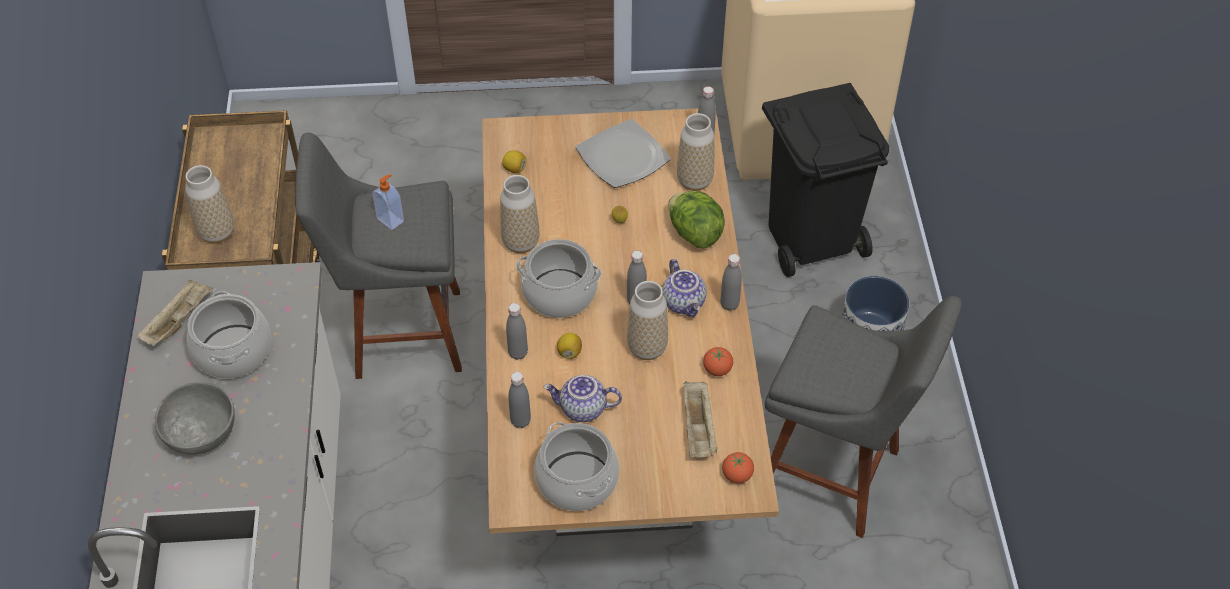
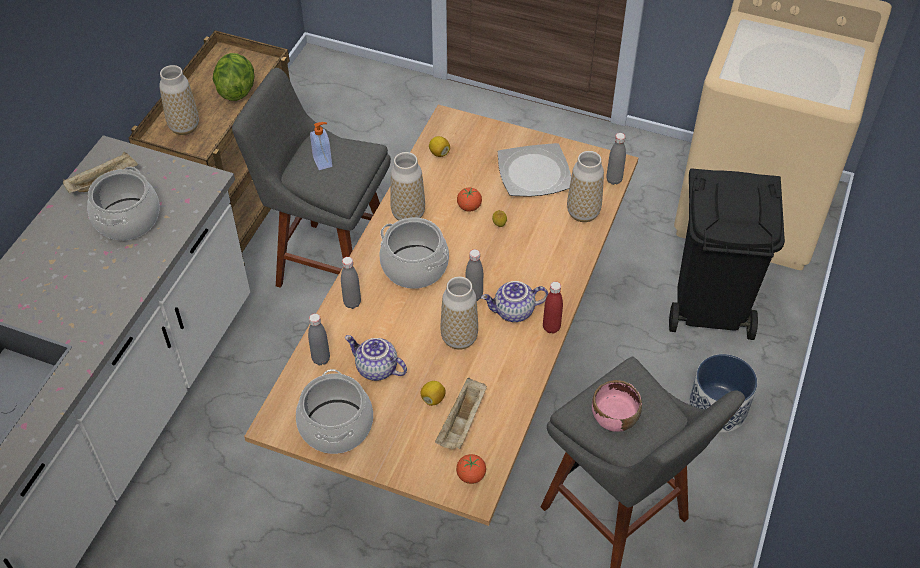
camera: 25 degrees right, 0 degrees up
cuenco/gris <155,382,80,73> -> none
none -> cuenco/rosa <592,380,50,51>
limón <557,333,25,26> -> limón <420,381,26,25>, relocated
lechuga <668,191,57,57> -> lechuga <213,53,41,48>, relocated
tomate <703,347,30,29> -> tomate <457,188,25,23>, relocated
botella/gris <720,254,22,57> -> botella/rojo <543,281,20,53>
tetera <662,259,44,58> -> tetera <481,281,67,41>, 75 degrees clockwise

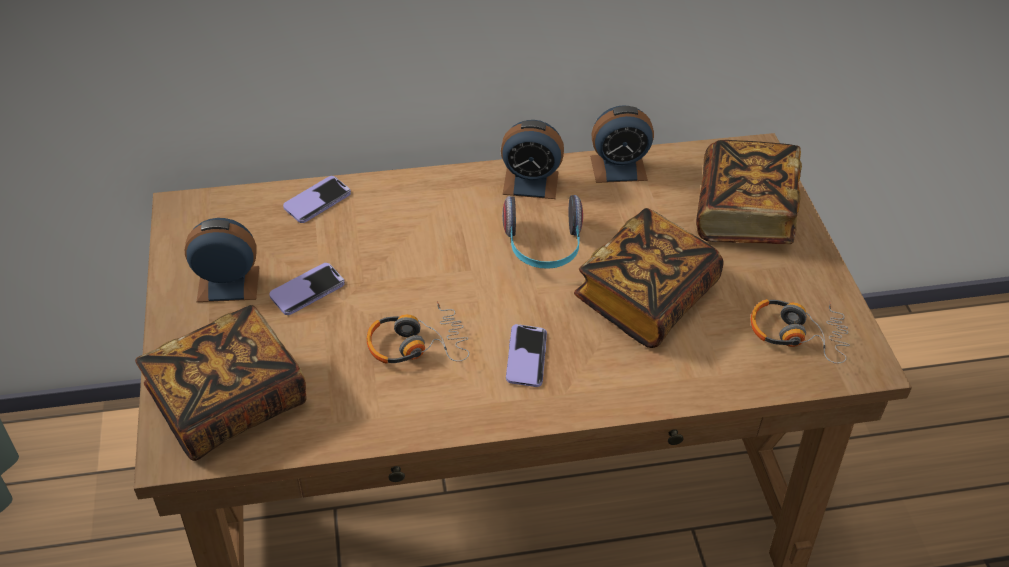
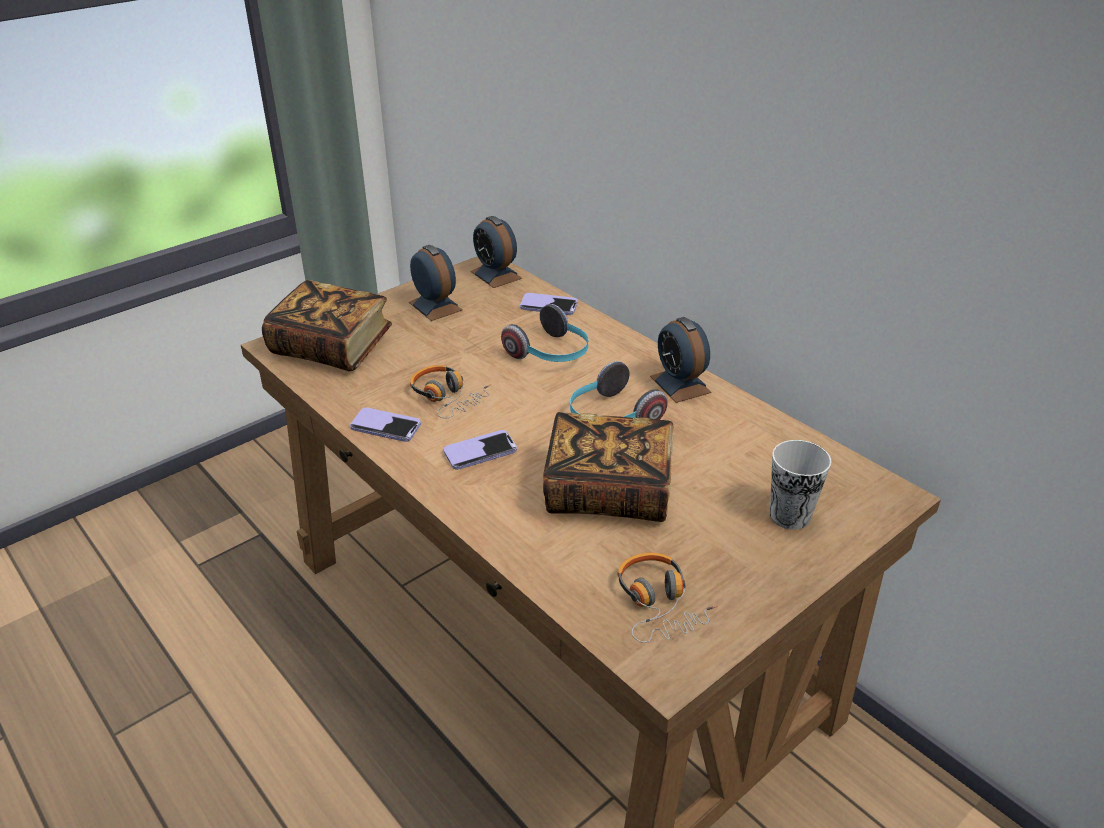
camera: 60 degrees right, 10 degrees down
none -> auriculares <501,304,88,58>
móvil <269,263,76,52> -> móvil <350,408,71,34>, relocated
despertador <590,105,64,78> -> despertador <470,216,52,72>, relocated
libro <696,140,106,104> -> taza <770,440,61,90>

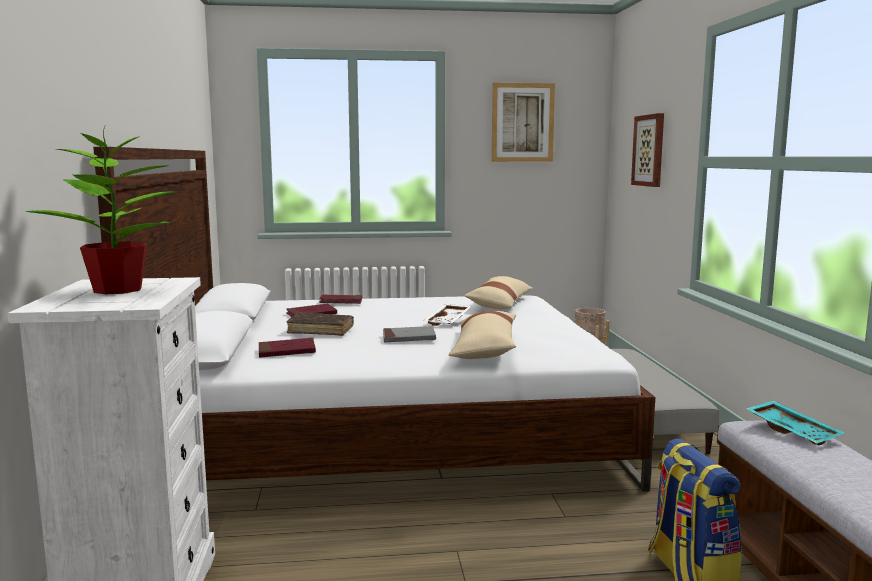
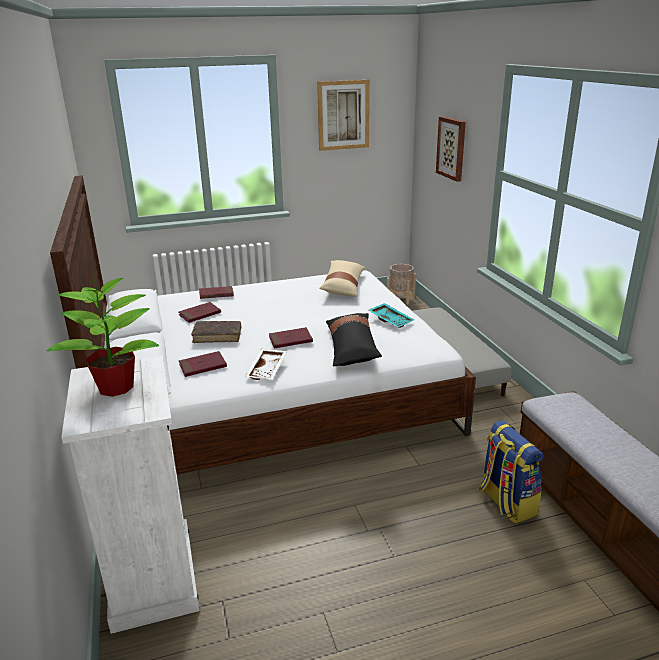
camera: 10 degrees left, 15 degrees up
bandeja/blanco <424,304,48,22> -> bandeja/blanco <245,349,42,31>, relocated
bandeja/turquesa <746,400,99,46> -> bandeja/turquesa <369,303,46,25>, relocated
libro/gris <383,326,53,16> -> libro/rojo <269,327,44,22>
cojín/beis <449,311,67,48> -> cojín/negro <326,313,56,53>

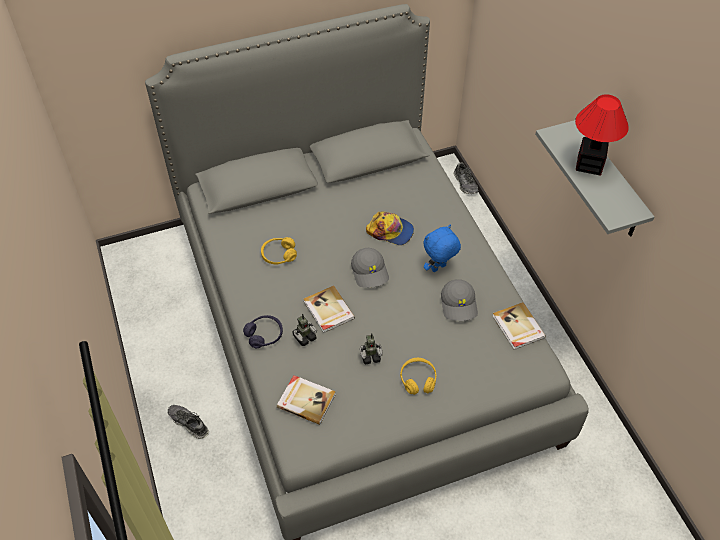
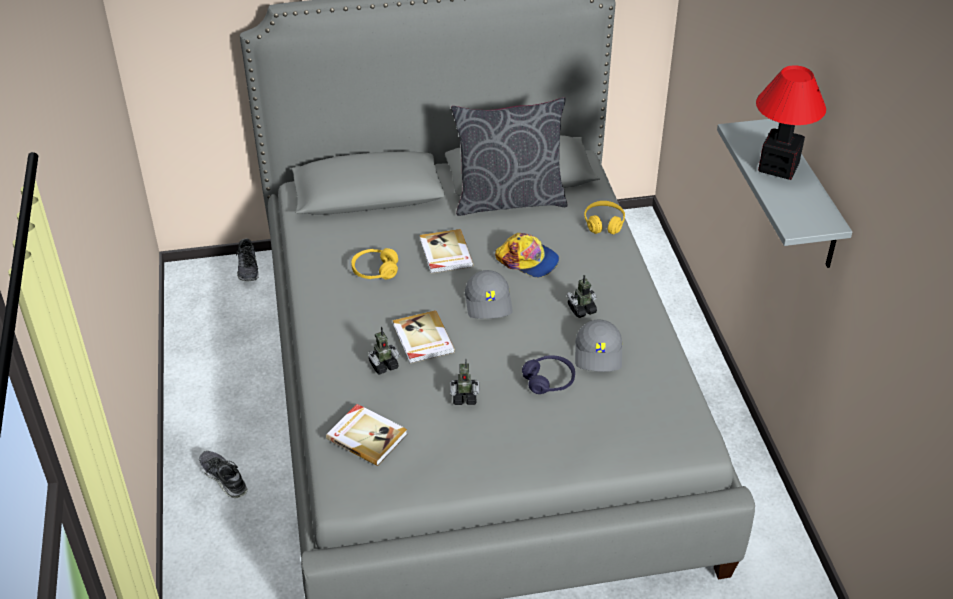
camera: 10 degrees right, 10 degrees down
none -> cojín/gris <451,97,117,119>
auriculares/morado <243,315,40,33> -> auriculares/morado <522,355,53,39>, relocated
auriculares/amarillo <400,358,36,37> -> auriculares/amarillo <584,201,41,33>, relocated
zapato <453,162,25,32> -> zapato <236,238,23,43>, relocated
libro <492,302,54,48> -> libro <420,229,54,45>, relocated
peluche/azul <423,225,38,47> -> robot de juguete <567,275,30,43>

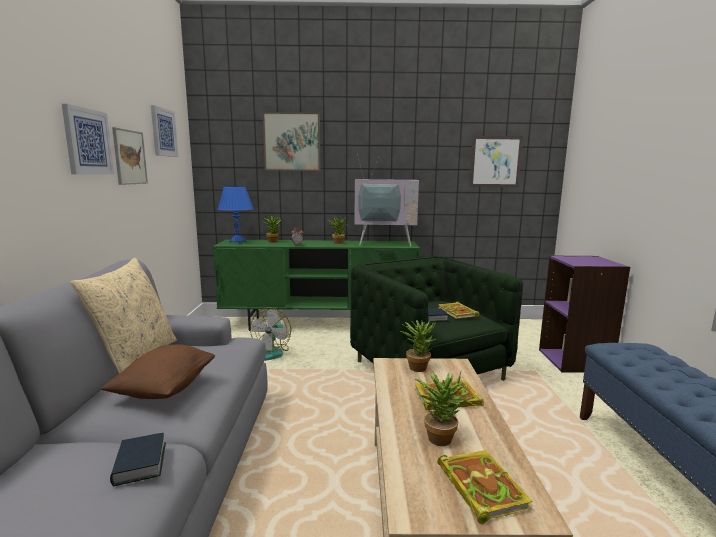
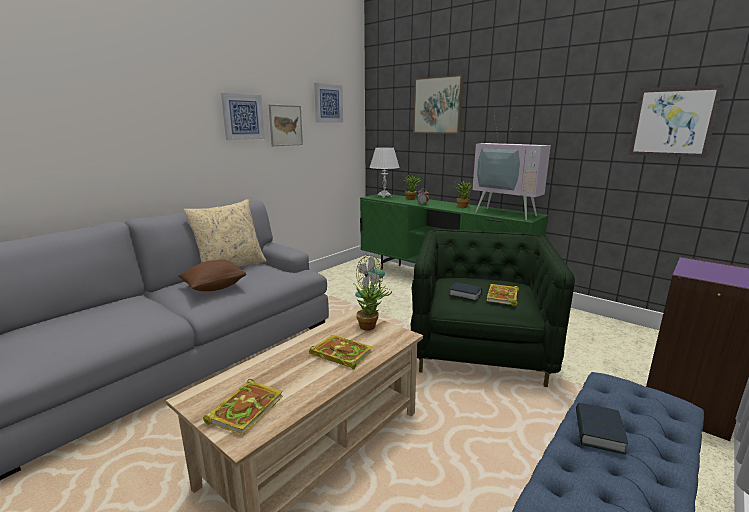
camera: 40 degrees right, 5 degrees up
planta en maceta <415,371,53,75> -> none
libro <110,433,56,53> -> libro <576,402,52,52>, relocated
lámpara de mesa/azul <218,186,36,57> -> lámpara de mesa/blanco <369,147,31,51>

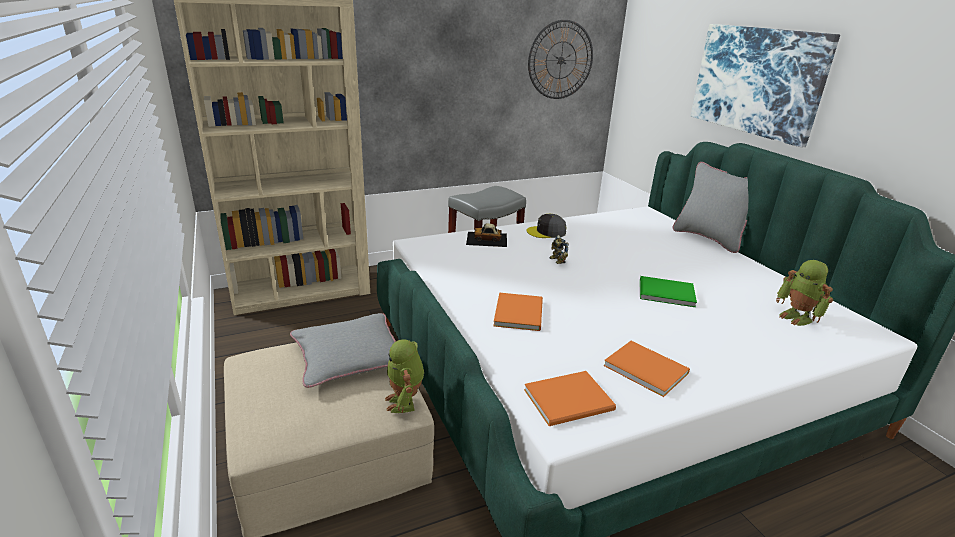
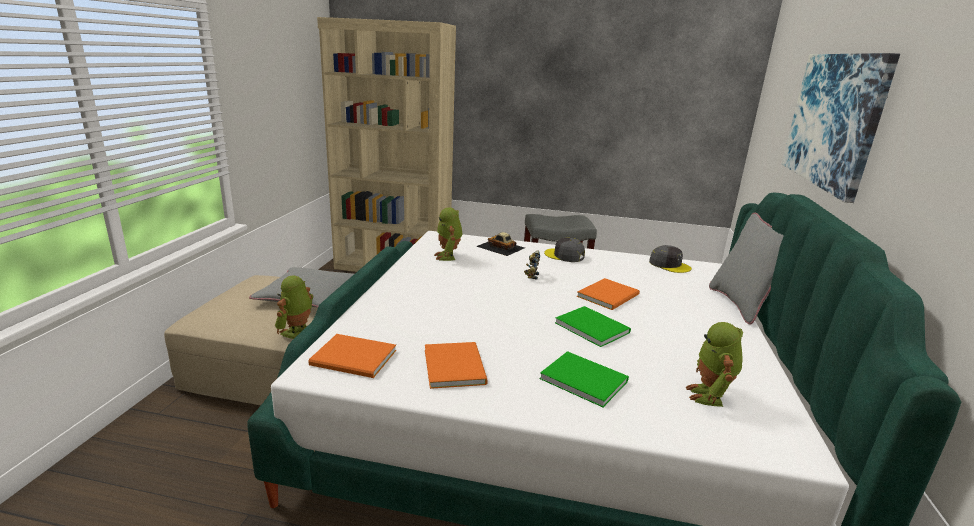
camera: 35 degrees right, 5 degrees down
reloj de pared <528,20,65,79> -> none
none -> robot de juguete <434,207,29,54>
none -> libro/verde <540,351,89,56>
none -> gorra/gris <649,245,43,28>
libro/naranja <493,293,50,38> -> libro/naranja <577,278,63,32>, relocated

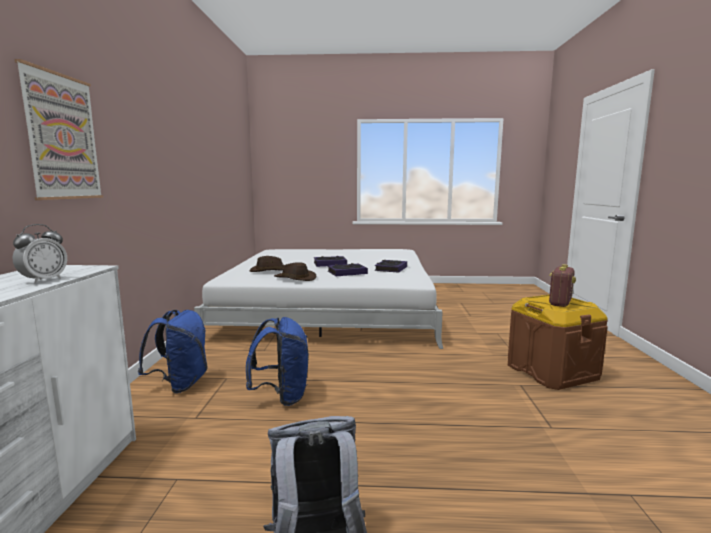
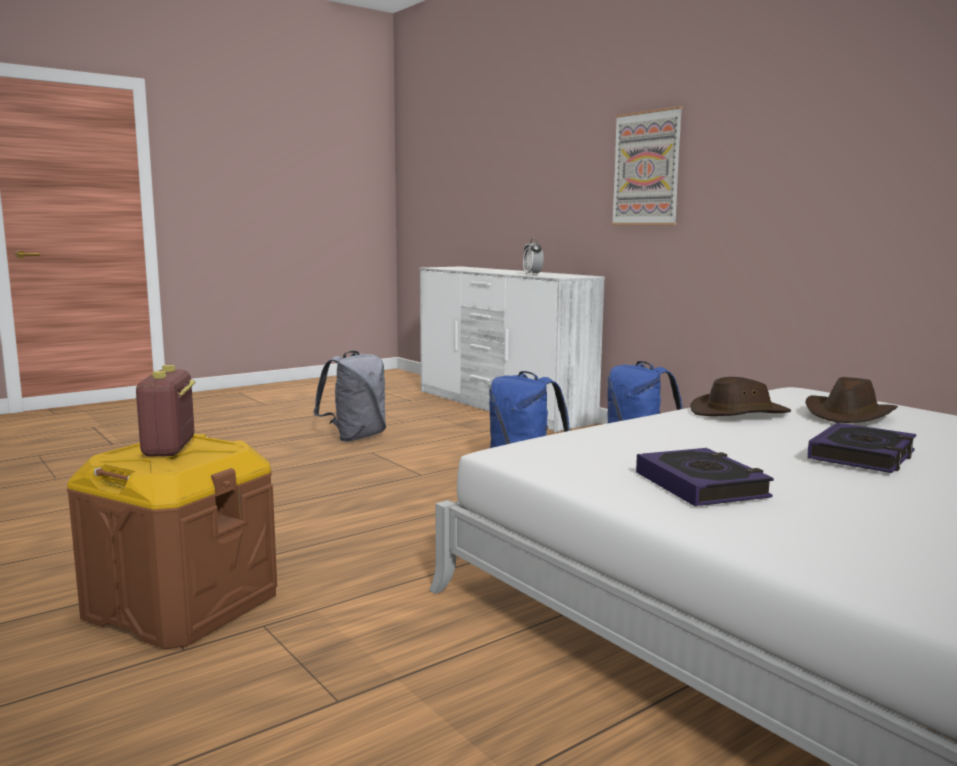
camera: 140 degrees right, 0 degrees up
libro <328,263,40,13> -> none

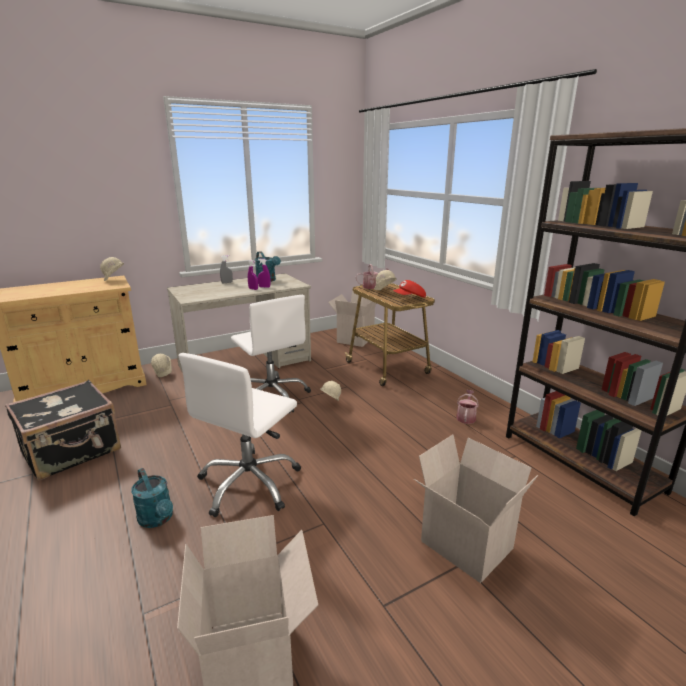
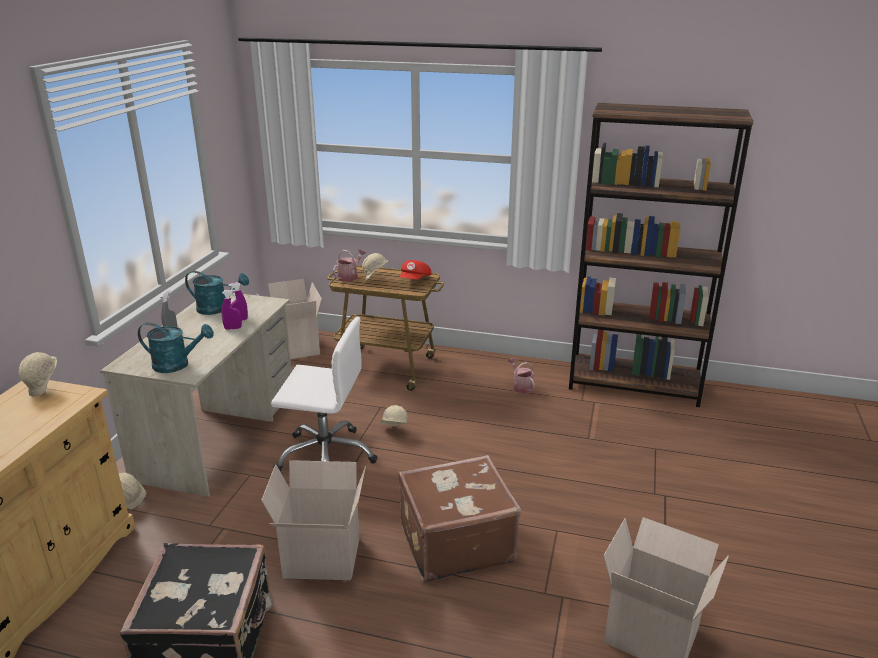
camera: 45 degrees left, 5 degrees up
regadera/turquesa <131,468,42,60> -> regadera/turquesa <138,322,76,51>, relocated
caja de cartón <414,435,124,148> -> caja de cartón <261,460,105,120>, relocated
silla de oficina/blanco <179,353,122,164> -> maleta/marrón <398,455,123,128>

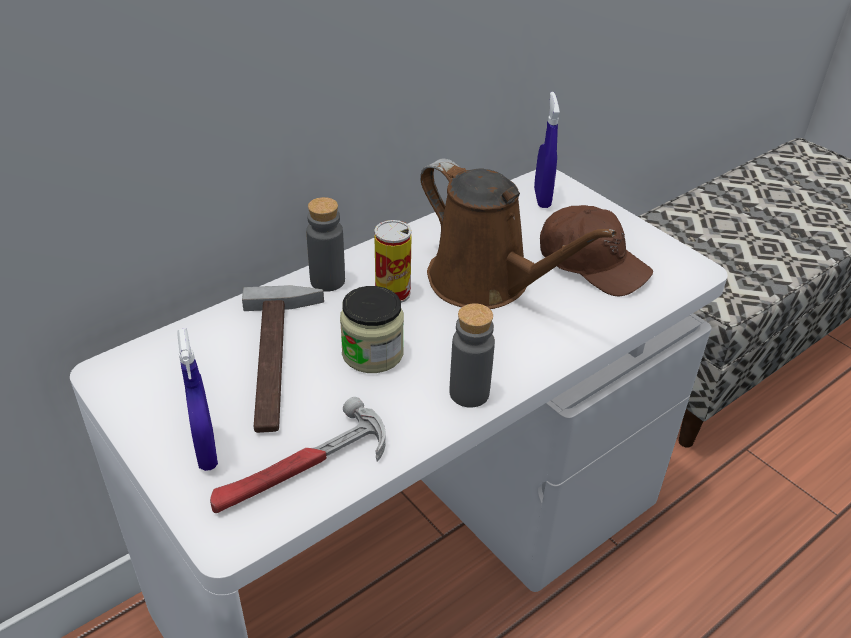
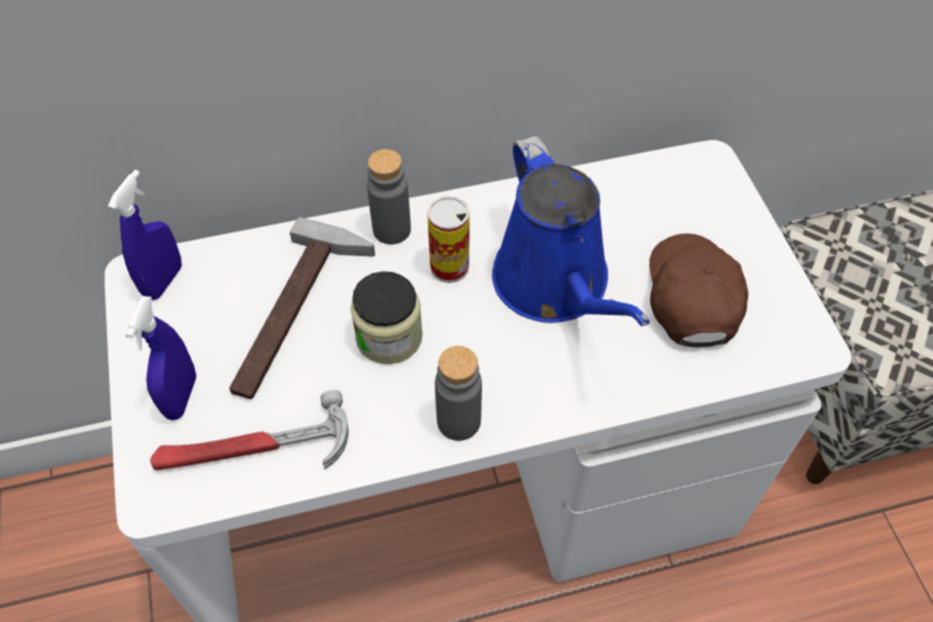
camera: 25 degrees right, 15 degrees up
pulverizador/azul <534,92,26,116> -> pulverizador/azul <108,170,74,130>, relocated
regadera/marrón <420,159,197,150> -> regadera/azul <492,136,158,190>
gorra/marrón <540,205,113,91> -> gorra/marrón <649,233,99,115>, 150 degrees counterclockwise

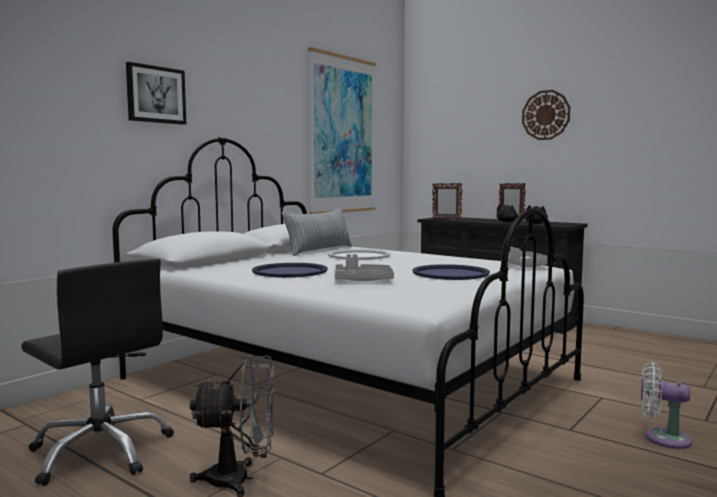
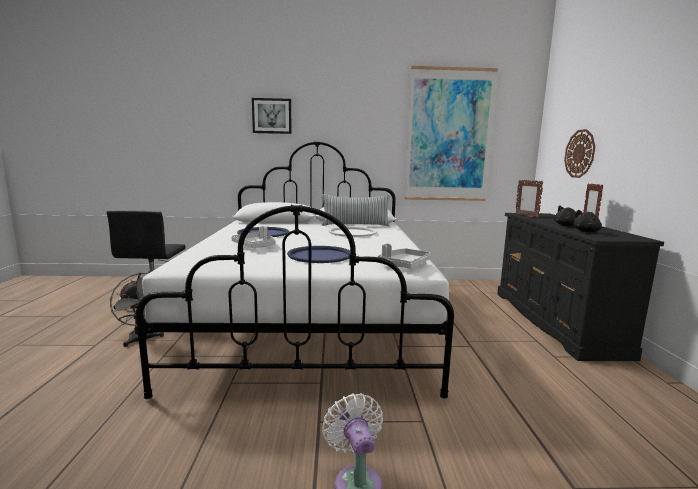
camera: 50 degrees right, 5 degrees up
reloj de pared <522,90,48,50> -> reloj de pared <564,129,31,49>, relocated

